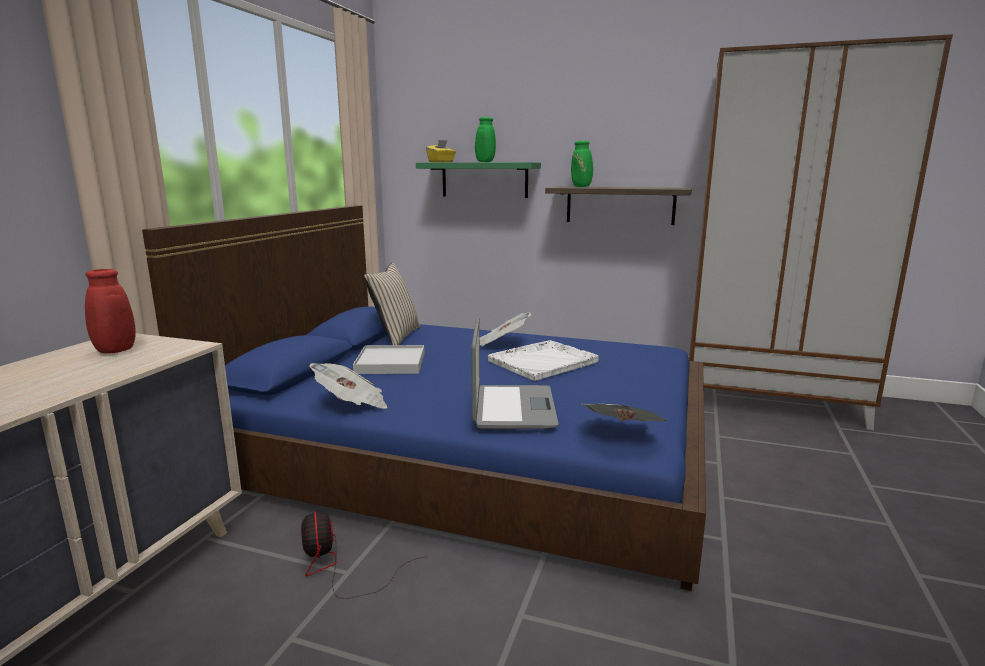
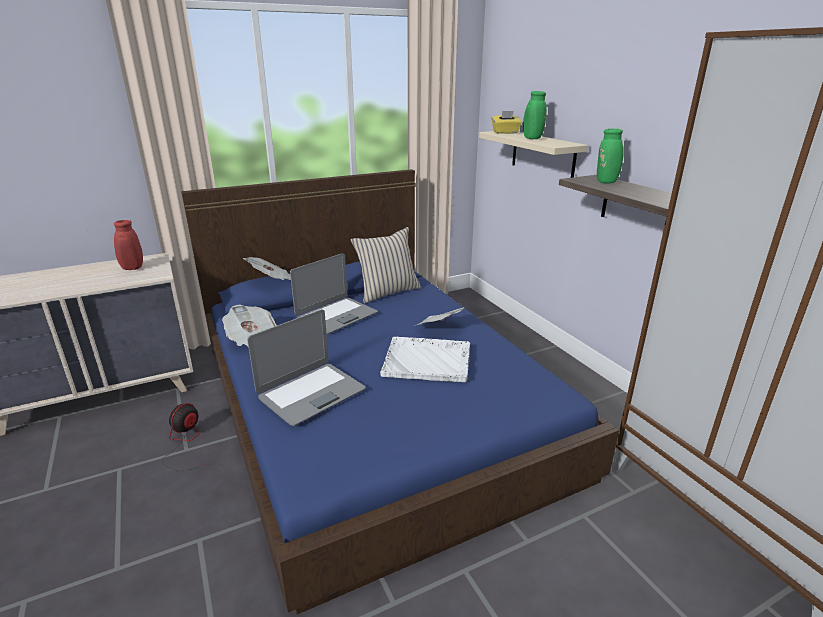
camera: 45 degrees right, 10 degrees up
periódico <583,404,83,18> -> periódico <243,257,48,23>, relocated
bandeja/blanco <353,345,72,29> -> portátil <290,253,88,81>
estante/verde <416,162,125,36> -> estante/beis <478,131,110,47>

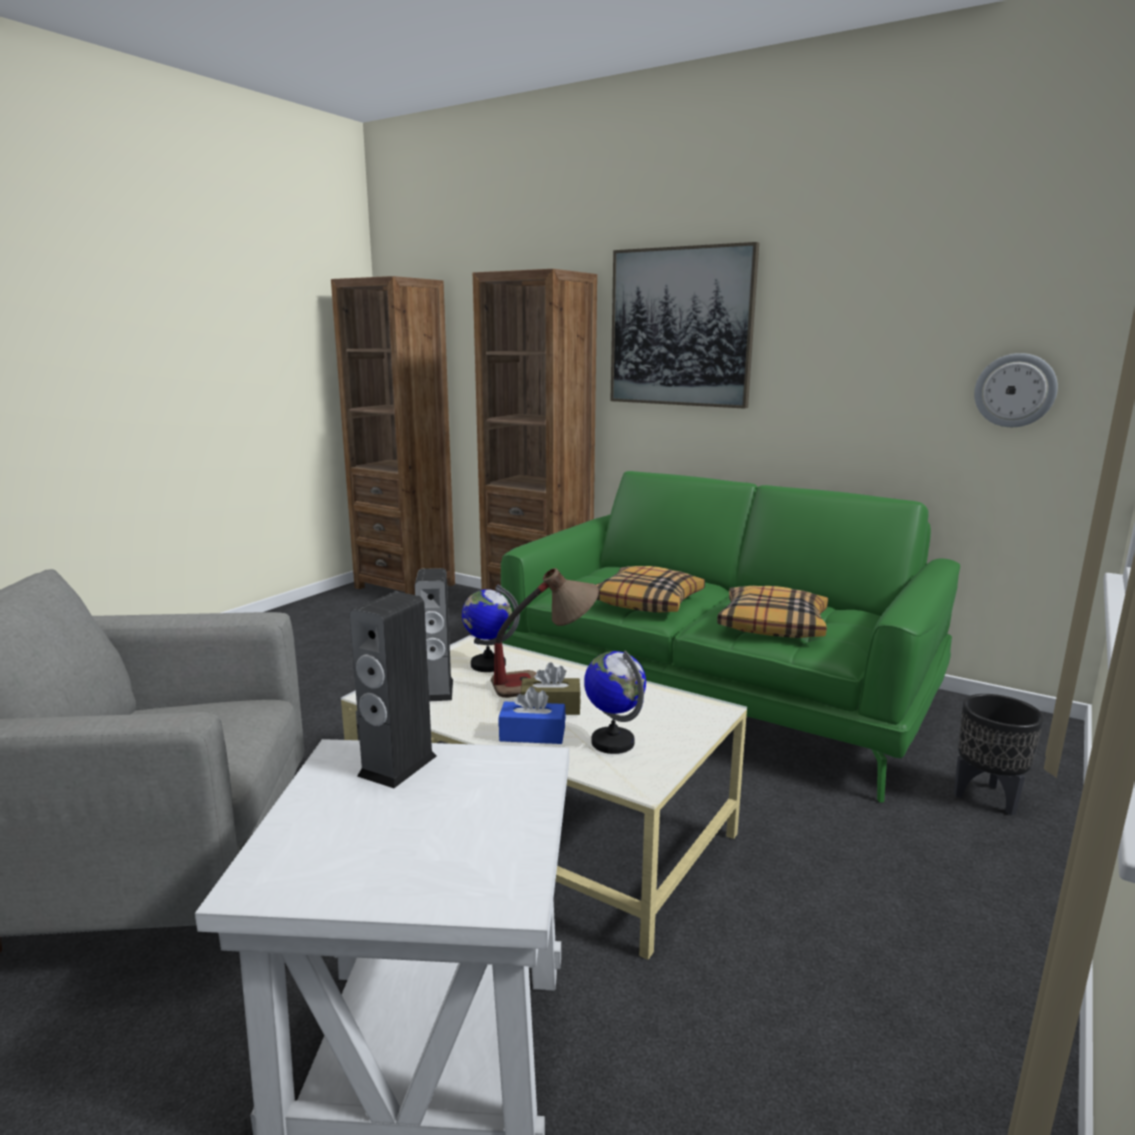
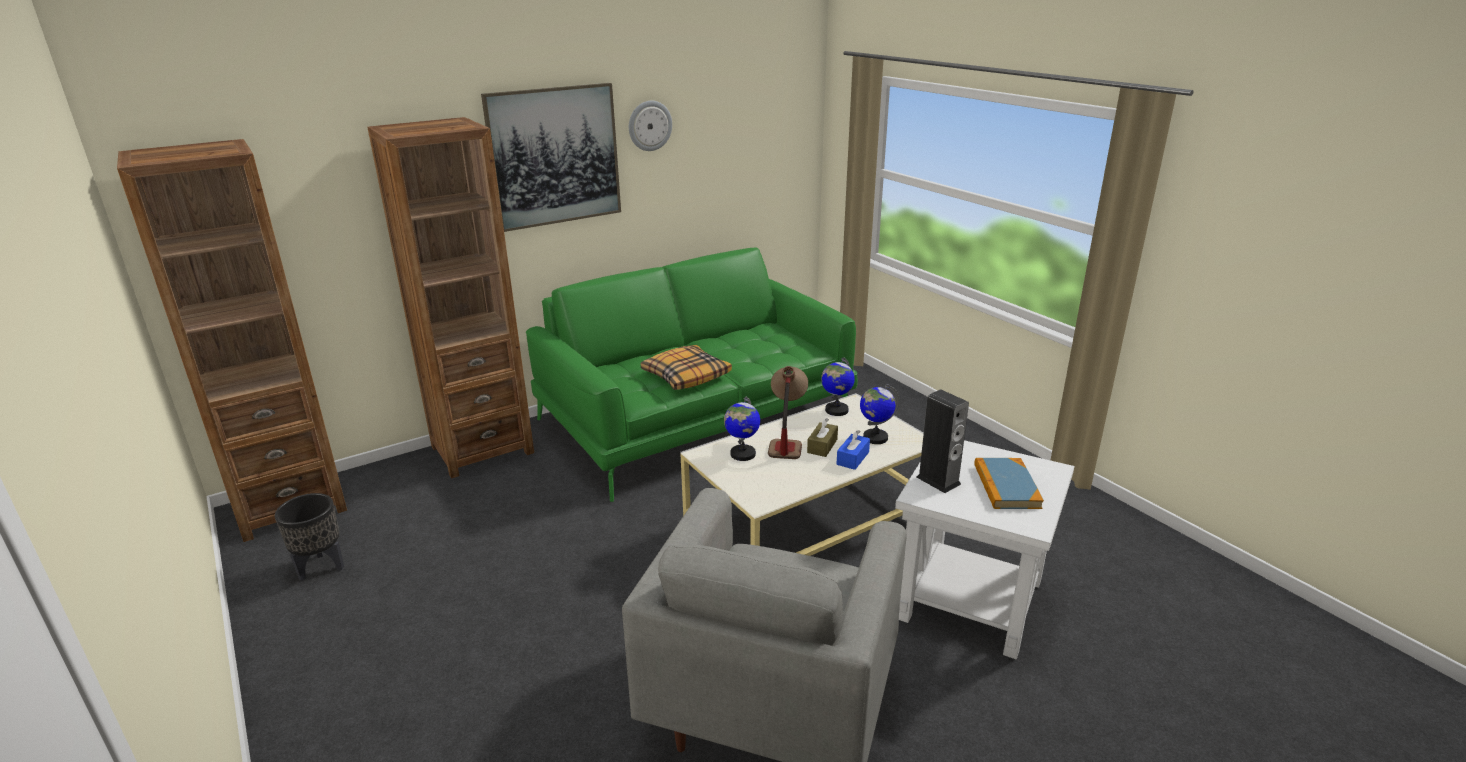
camera: 65 degrees left, 10 degrees up
altavoz <415,568,38,133> -> none
cojín <717,586,111,52> -> none
none -> globo terráqueo <821,357,34,59>
none -> libro <974,458,70,51>
maceta/negro <954,694,90,121> -> maceta/negro <275,493,69,88>, relocated
reloj de pared <974,353,84,74> -> reloj de pared <629,101,43,50>, relocated

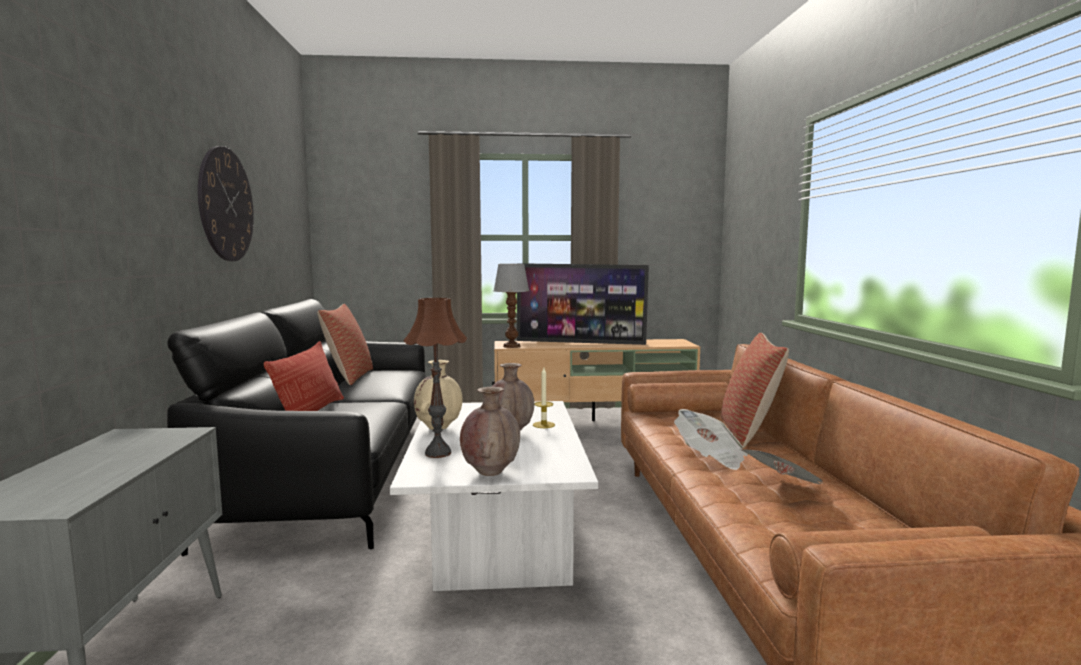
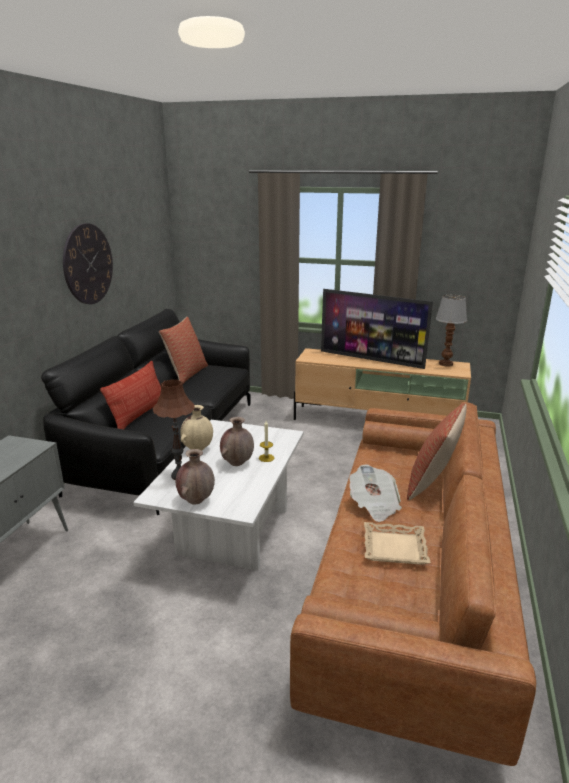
camera: 20 degrees right, 15 degrees up
lámpara de mesa <494,264,35,84> -> lámpara de mesa <436,295,31,72>, relocated
periódico <739,449,86,35> -> bandeja/beis <364,522,67,43>

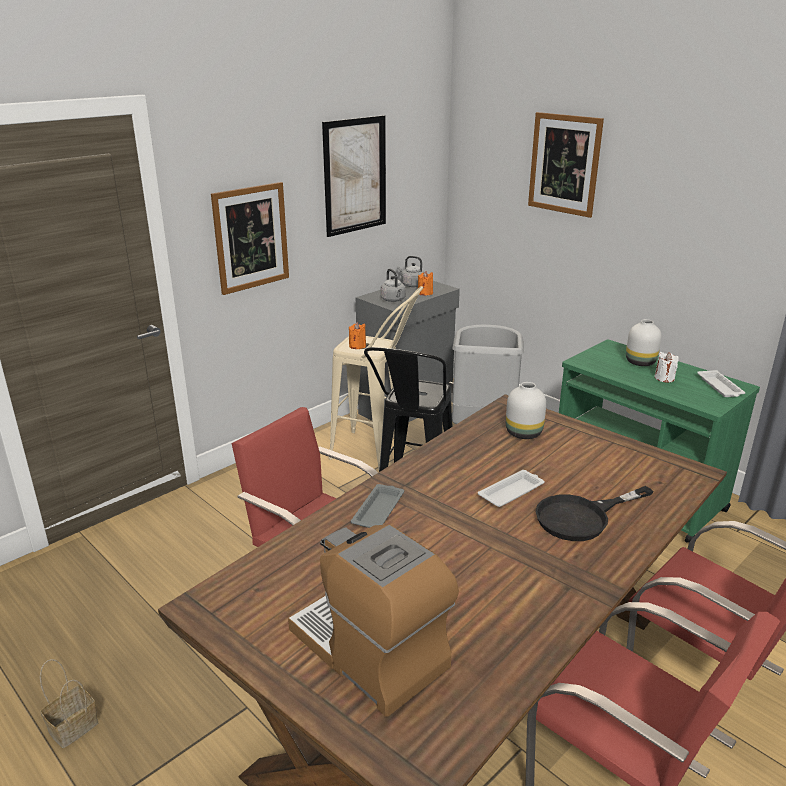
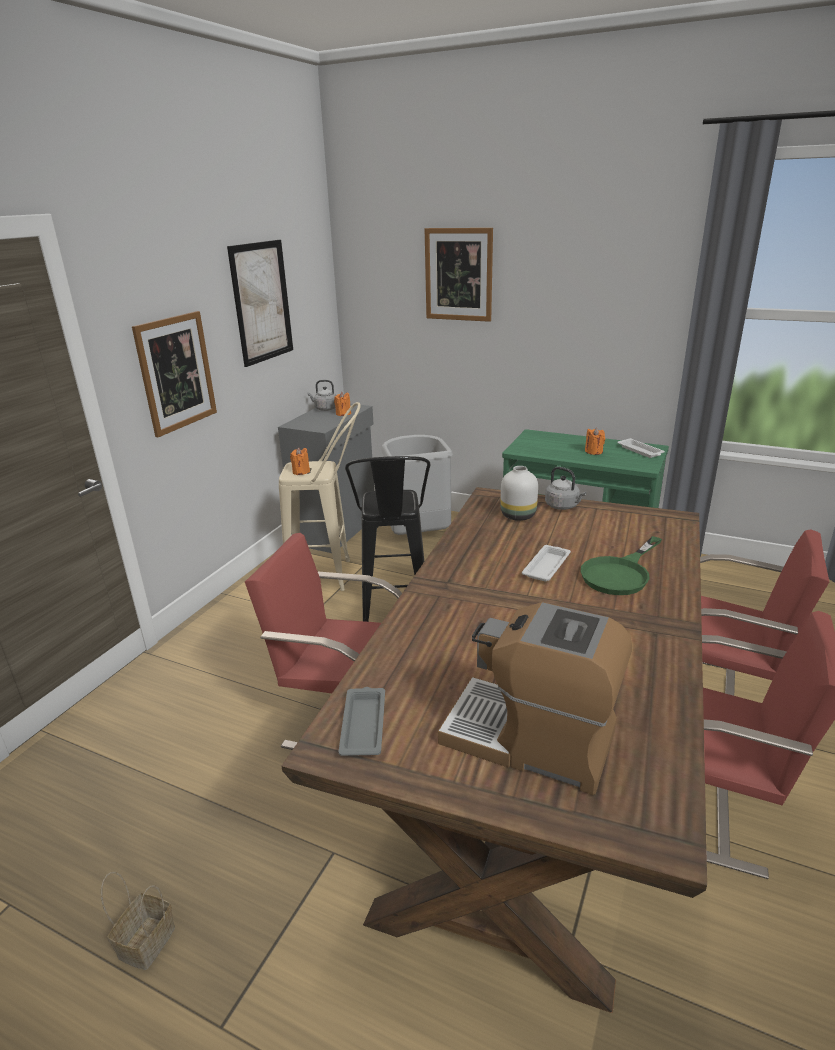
camera: 20 degrees left, 0 degrees up
florero/blanco <626,319,36,47> -> none
bandeja/gris <351,484,53,44> -> bandeja/gris <338,687,47,69>, relocated
hervidor/gris <380,269,26,33> -> hervidor/gris <545,467,41,43>, relocated
sartén/negro <535,486,119,55> -> sartén/verde <580,536,82,59>
vela/blanco <654,352,24,31> -> vela/naranja <585,428,20,27>

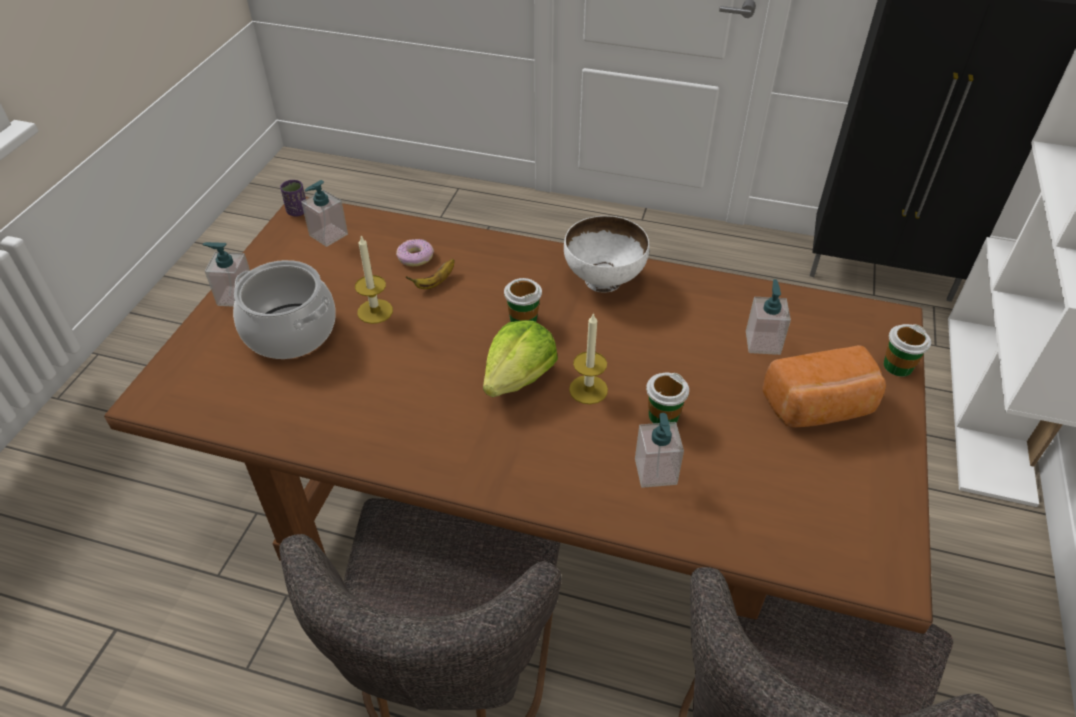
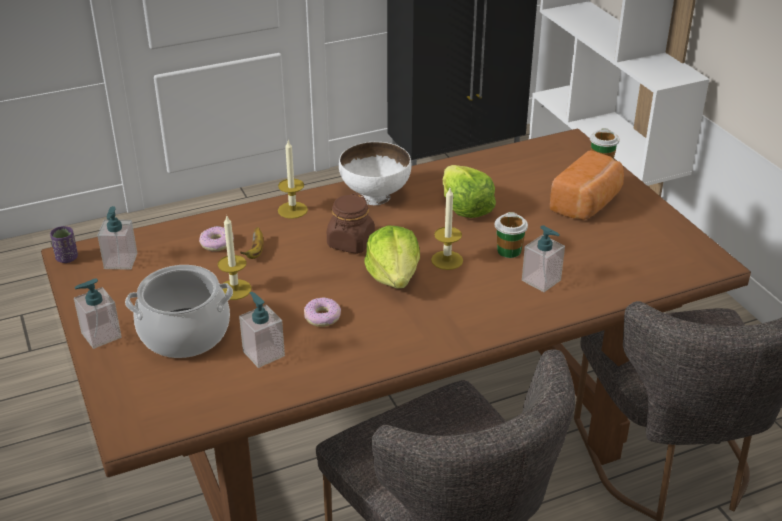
camera: 40 degrees left, 10 degrees down
none -> vela <278,141,30,78>
none -> rosquilla <304,297,37,30>
none -> lechuga <443,165,53,53>
dispensador de jabón <746,279,45,76> -> dispensador de jabón <239,292,46,76>, relocated
taza <504,278,38,44> -> tarro/marrón <327,193,48,61>

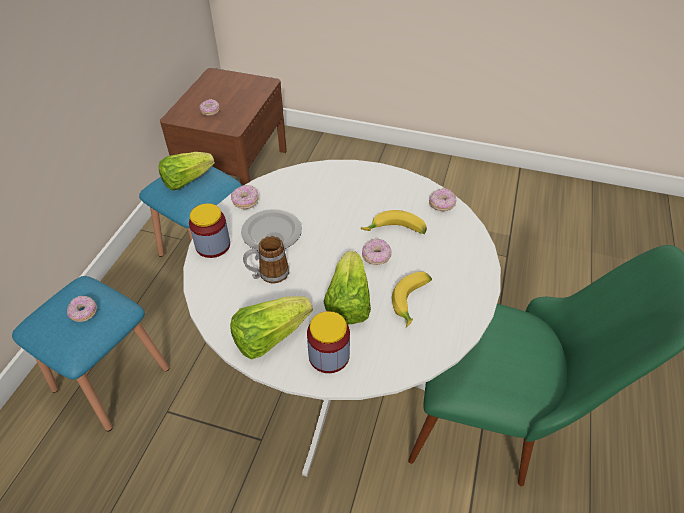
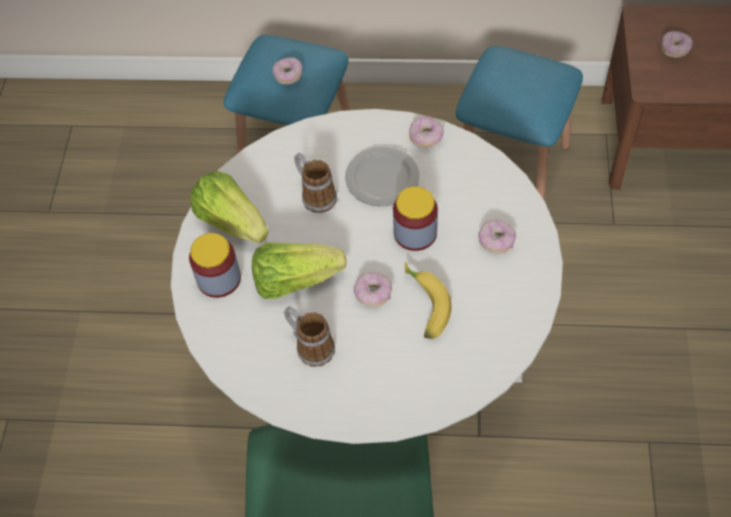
camera: 80 degrees right, 10 degrees up
lechuga <159,152,56,38> -> none
tarro <189,204,41,54> -> tarro <393,186,45,65>, relocated
rosquilla <429,188,28,23> -> rosquilla <478,219,38,35>, relocated
plátano <392,272,40,55> -> taza grande <284,306,51,61>

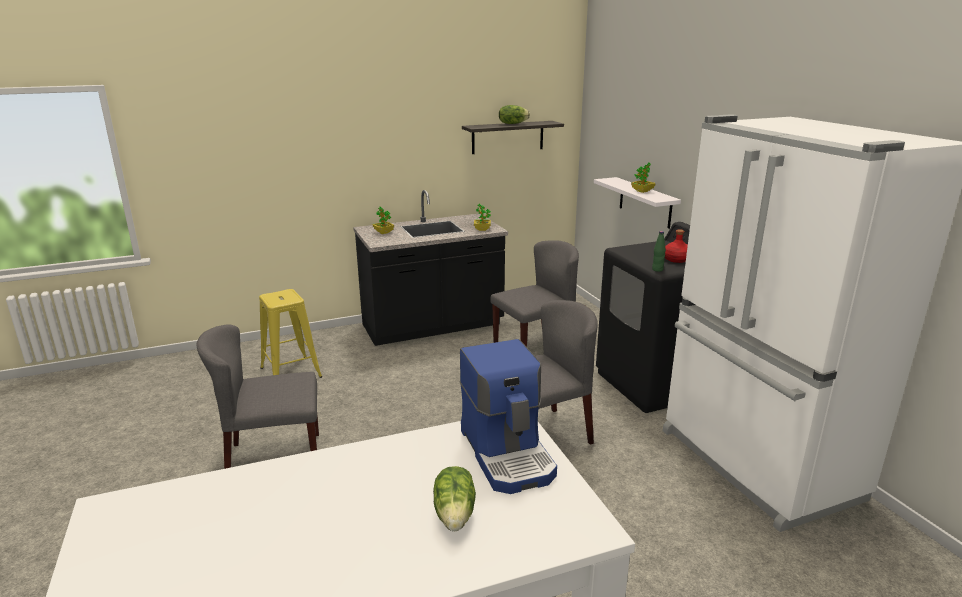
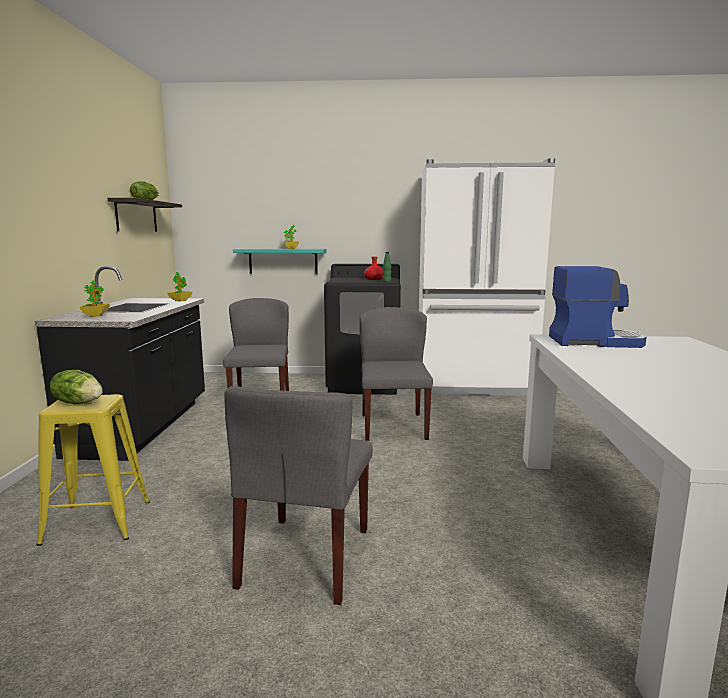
camera: 65 degrees left, 10 degrees down
lechuga <433,466,43,65> -> lechuga <50,370,53,34>, relocated
estante/blanco <594,177,87,52> -> estante/turquesa <233,249,94,25>

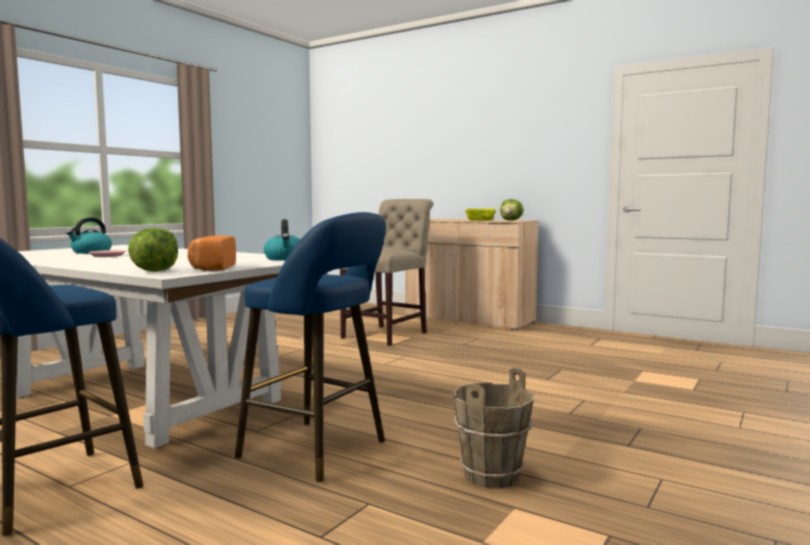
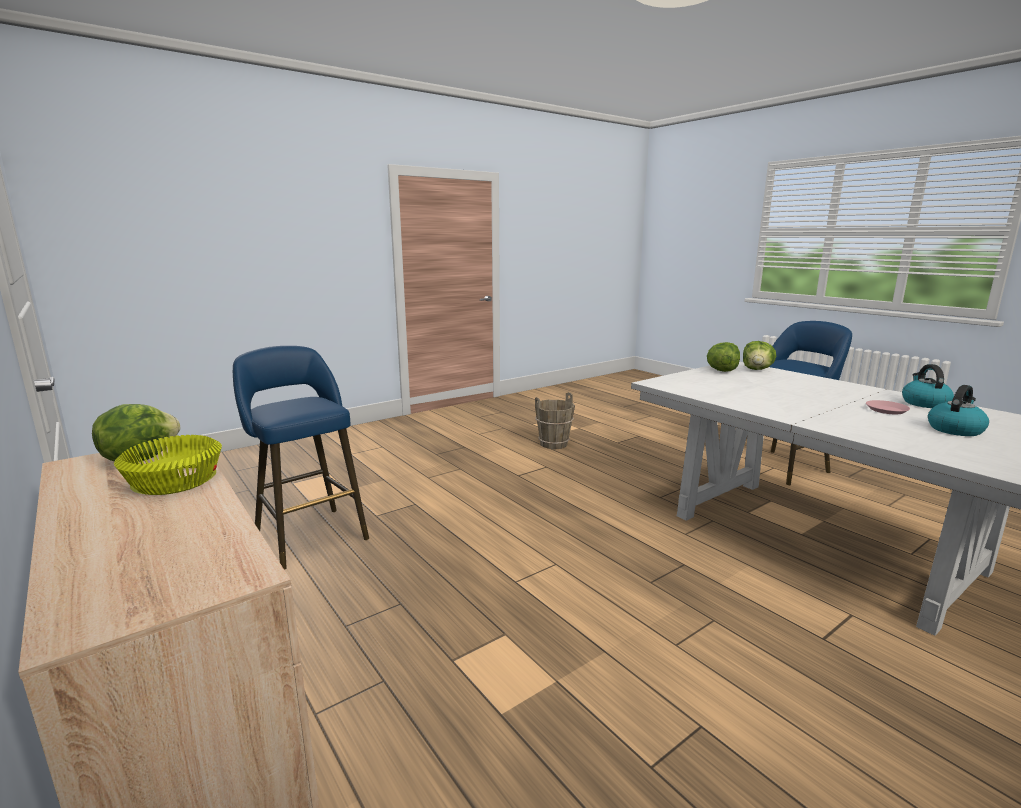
camera: 160 degrees left, 10 degrees up
silla/beis <340,199,93,147> -> none
taburete/azul <235,212,151,270> -> taburete/azul <233,346,136,224>, relocated
hervidor <264,219,36,42> -> hervidor <902,364,52,44>, relocated
pan <188,235,48,36> -> lechuga <707,342,33,30>

